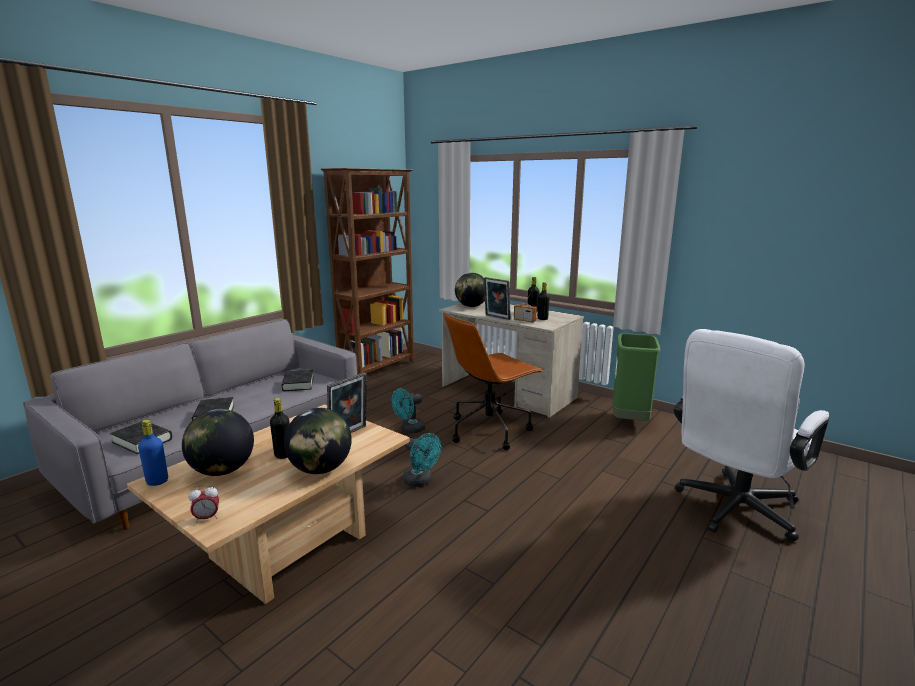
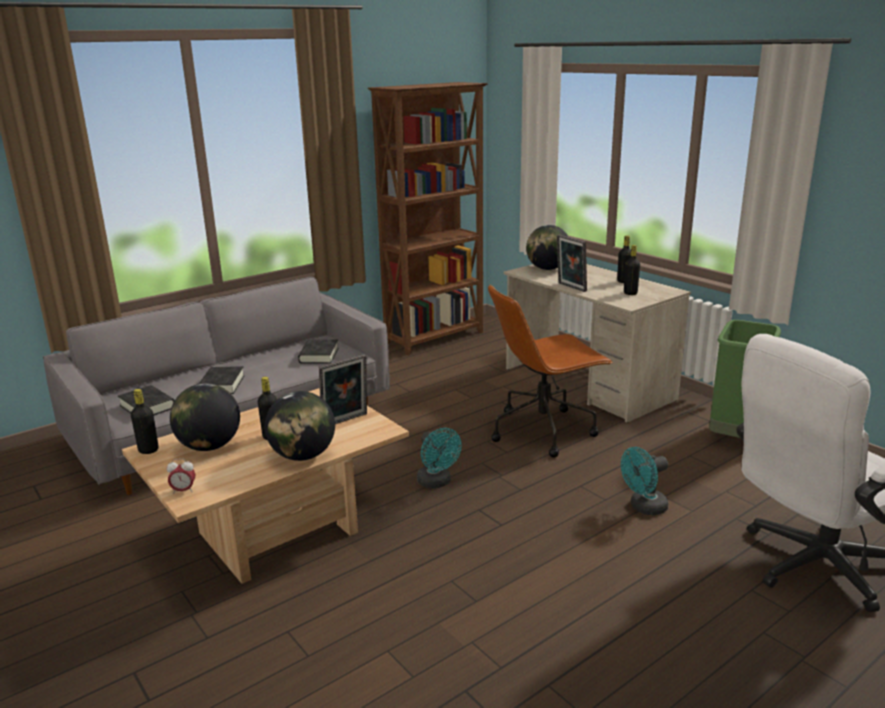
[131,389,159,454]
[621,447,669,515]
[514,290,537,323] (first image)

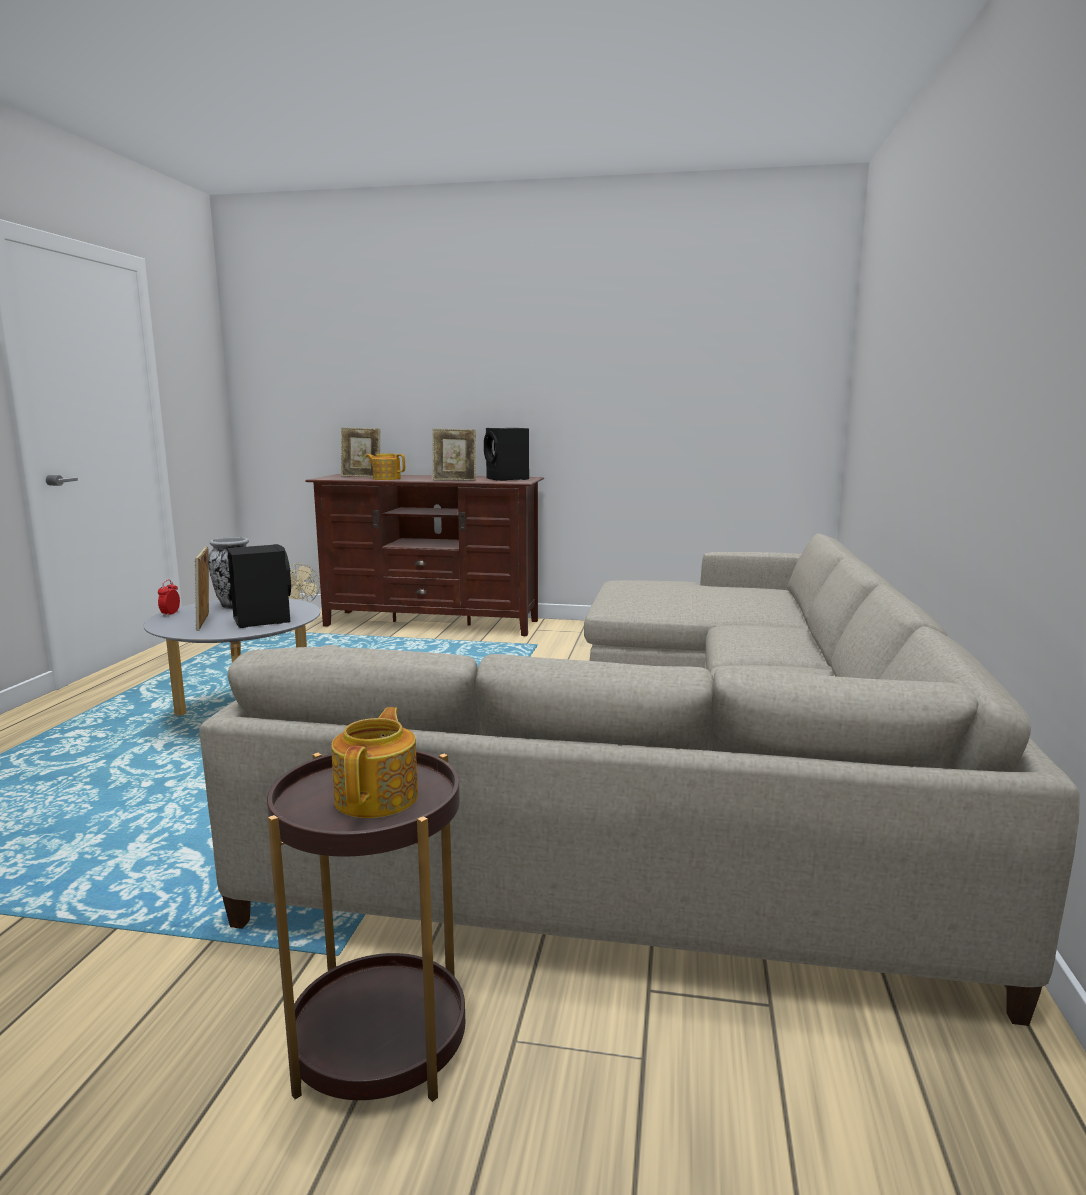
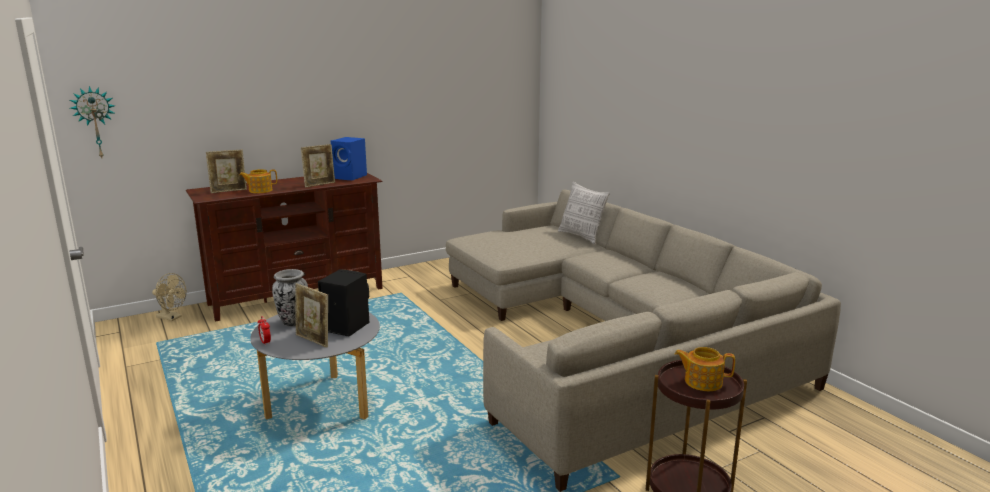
[675,347,735,391]
[331,137,367,180]
[70,86,115,158]
[558,181,610,244]

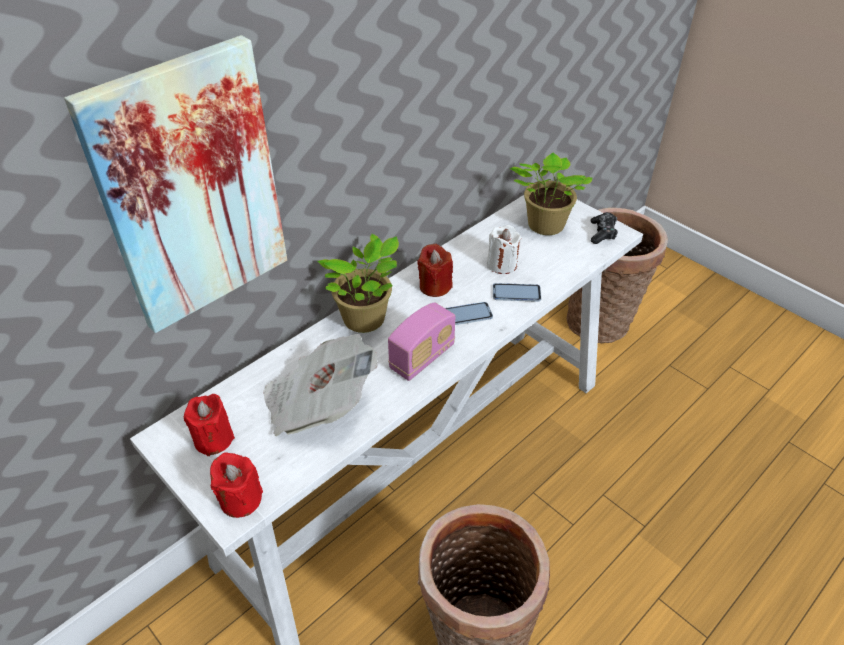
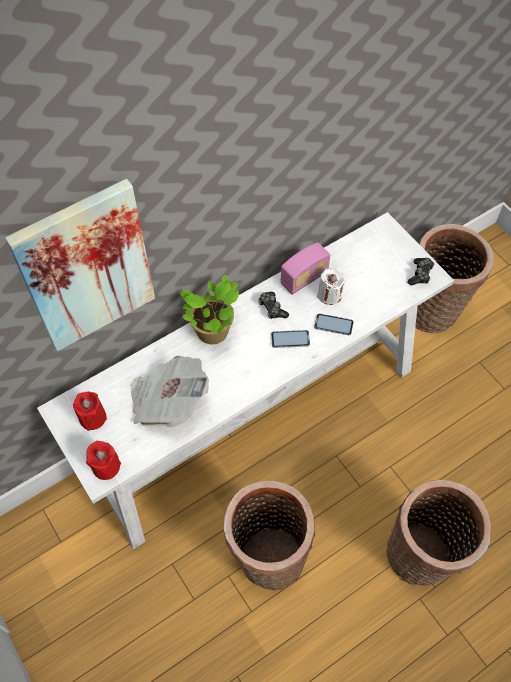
[280,243,331,295]
[258,292,289,319]
[509,152,593,235] (first image)
[387,480,491,586]

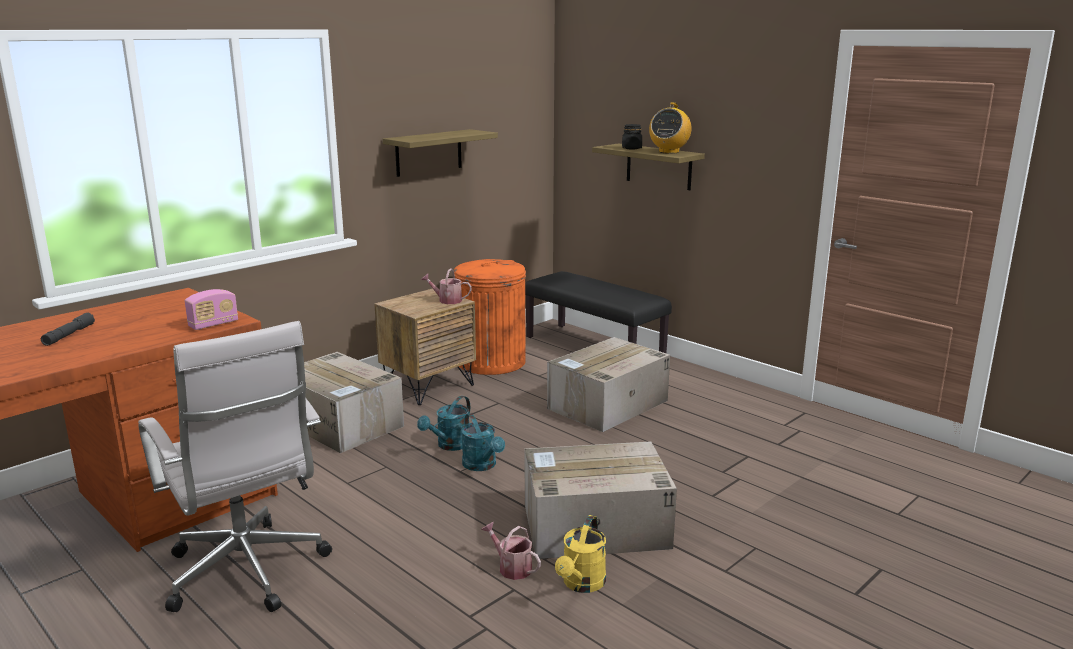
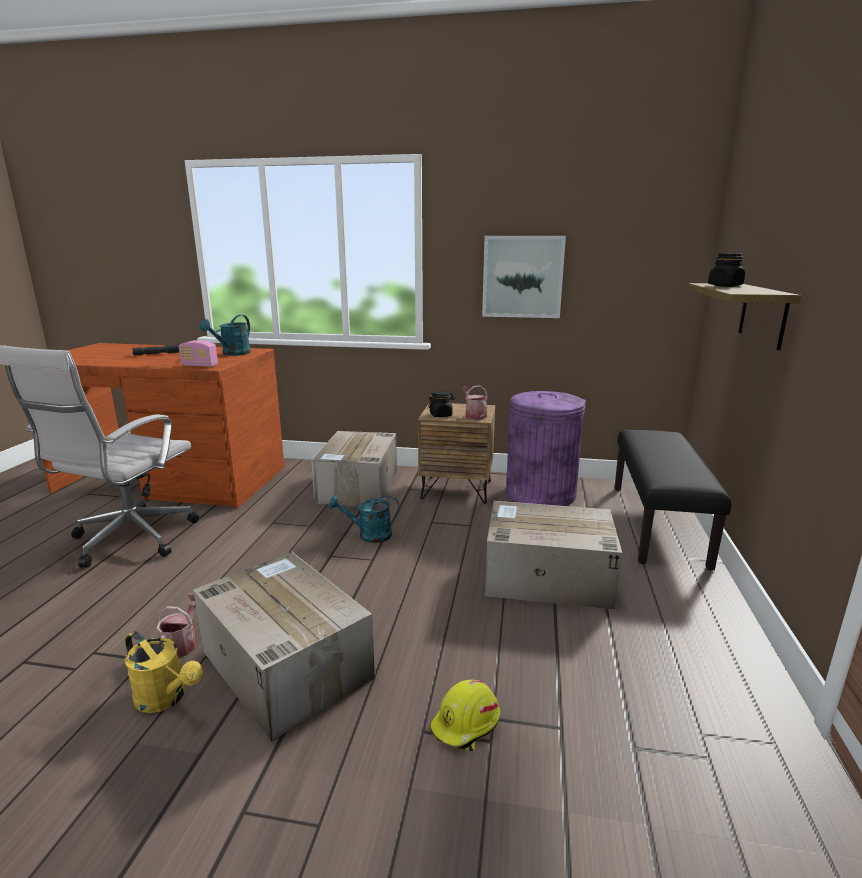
[482,236,566,318]
[506,391,586,506]
[200,315,251,356]
[125,631,203,713]
[649,103,692,154] (first image)
[428,391,455,417]
[430,680,500,752]

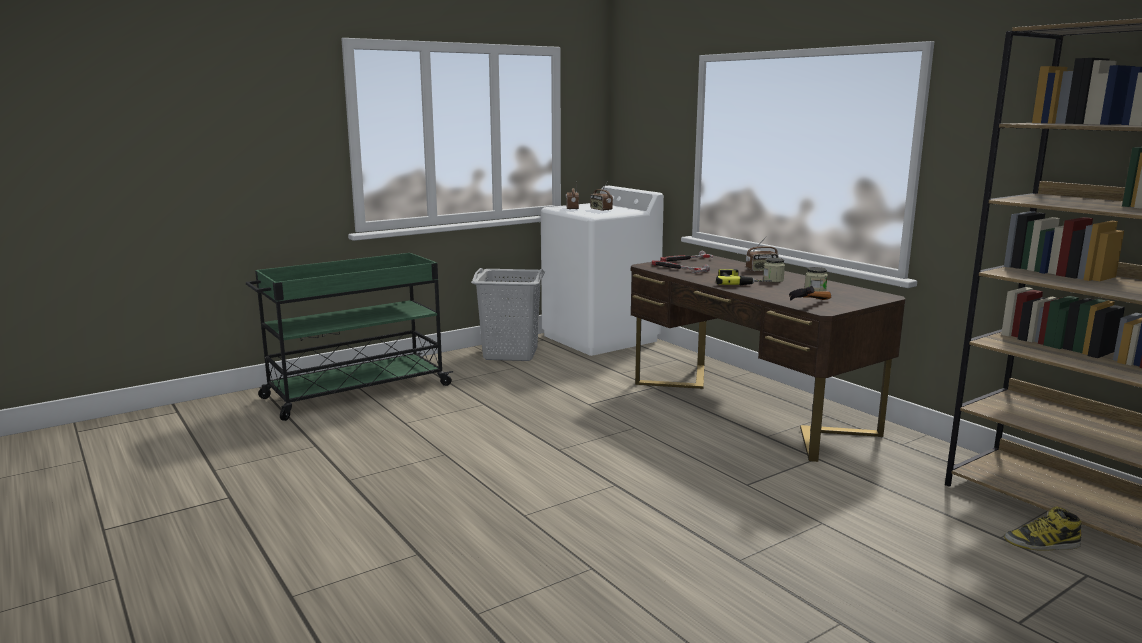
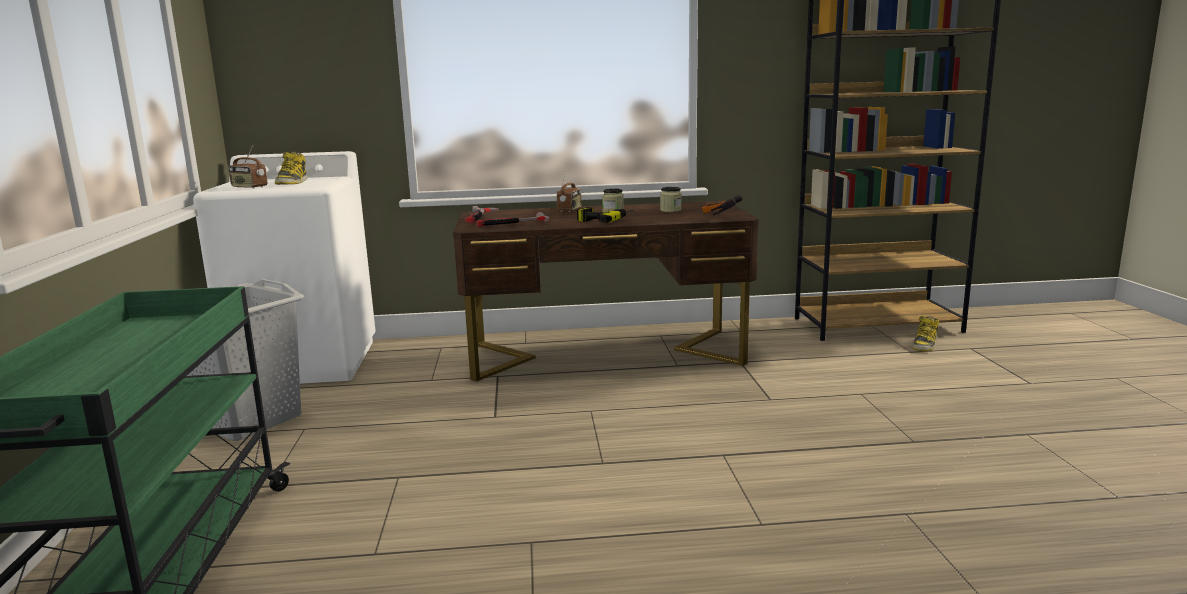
[275,152,308,185]

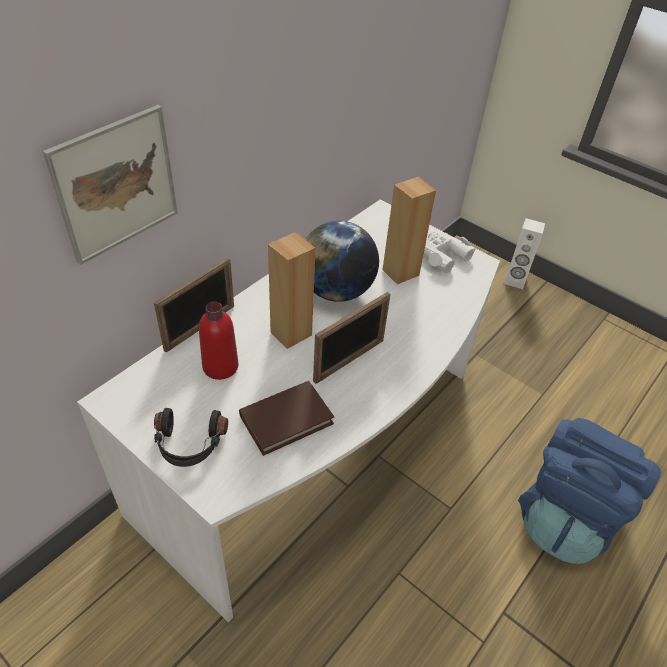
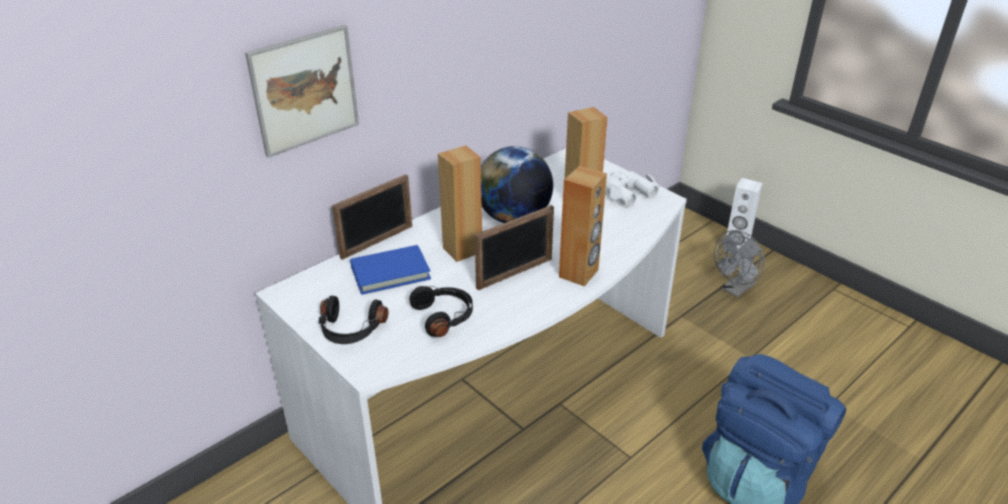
[350,245,431,295]
[409,286,473,337]
[559,166,607,287]
[714,230,764,297]

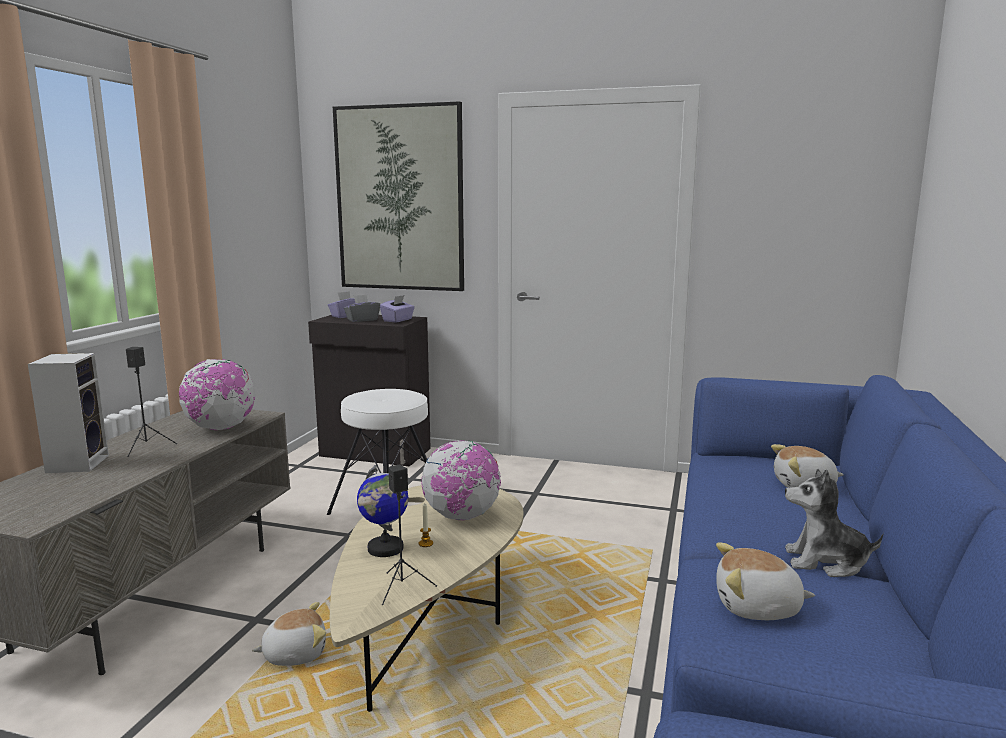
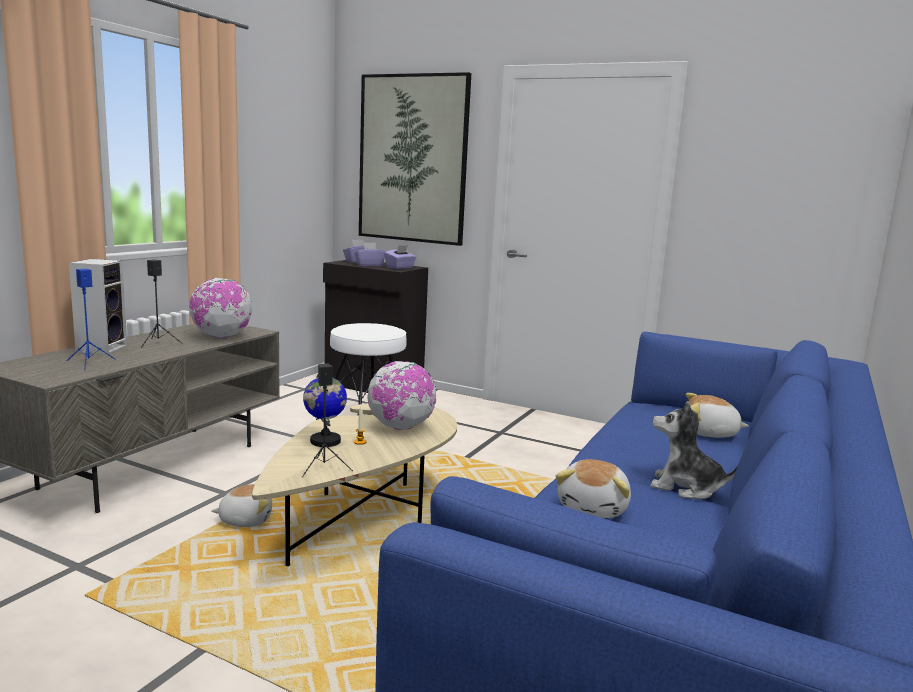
[354,243,386,266]
[556,459,631,518]
[67,269,116,370]

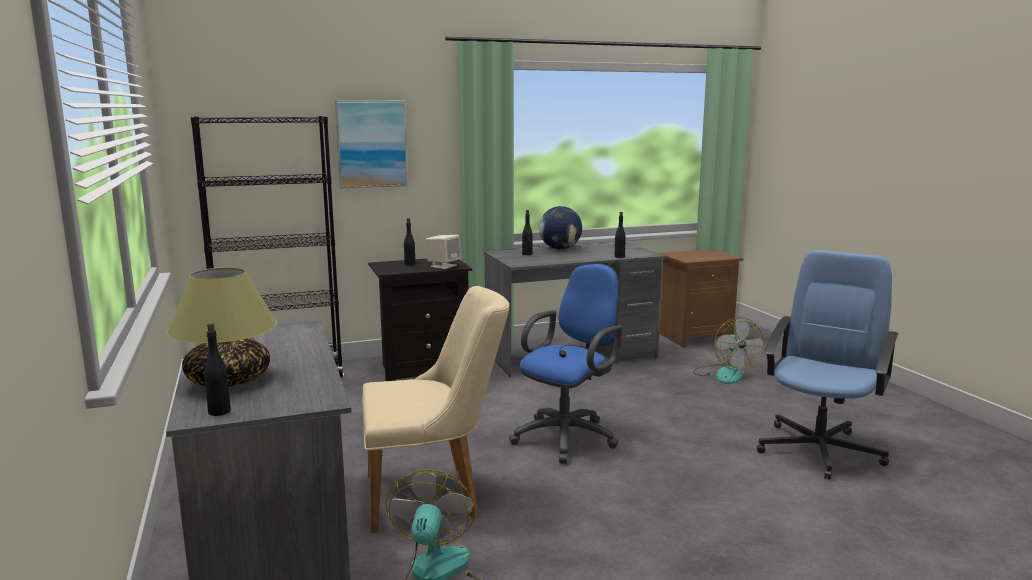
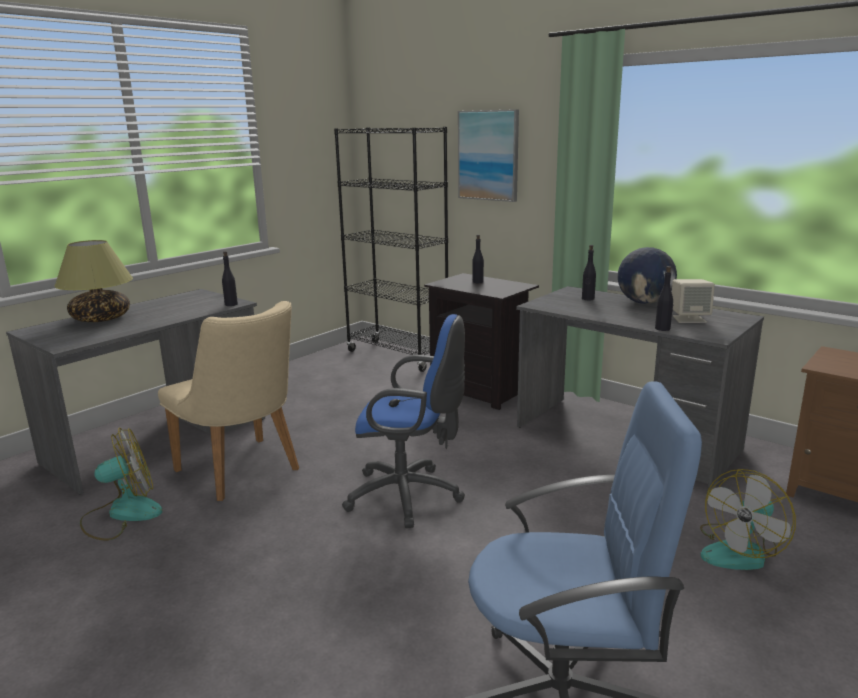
[222,251,238,306]
[672,279,715,323]

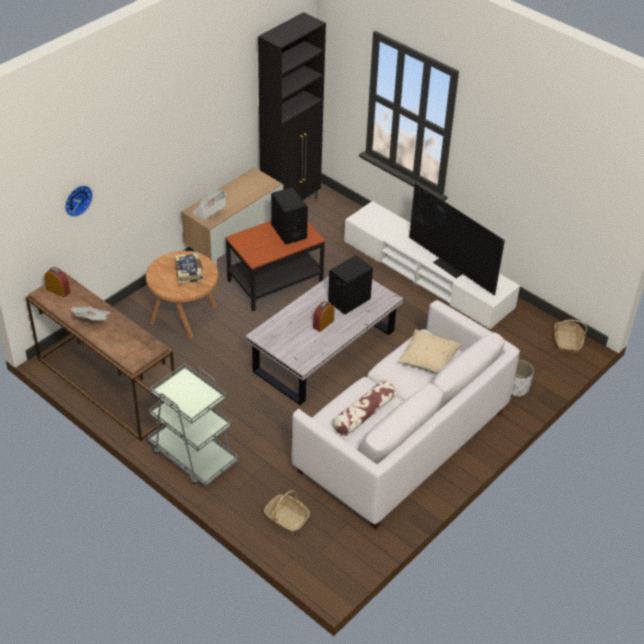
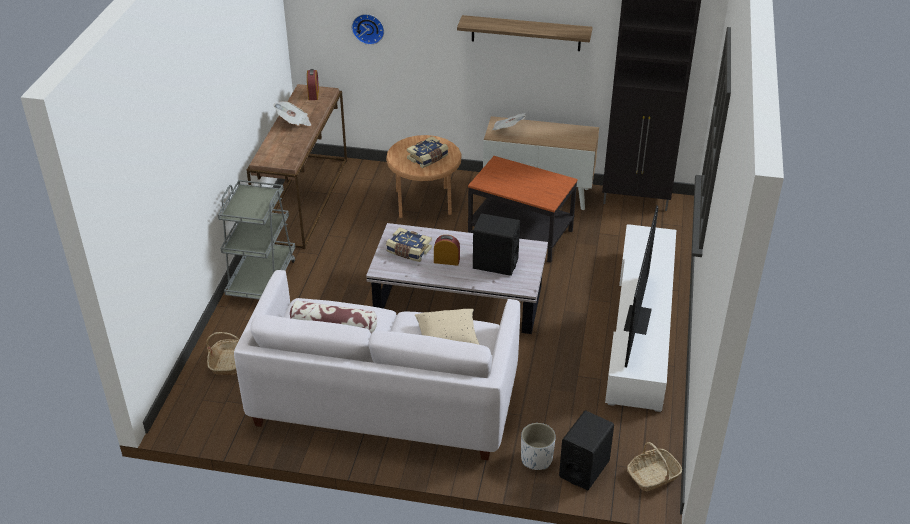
[559,411,614,490]
[386,227,432,262]
[457,15,593,51]

